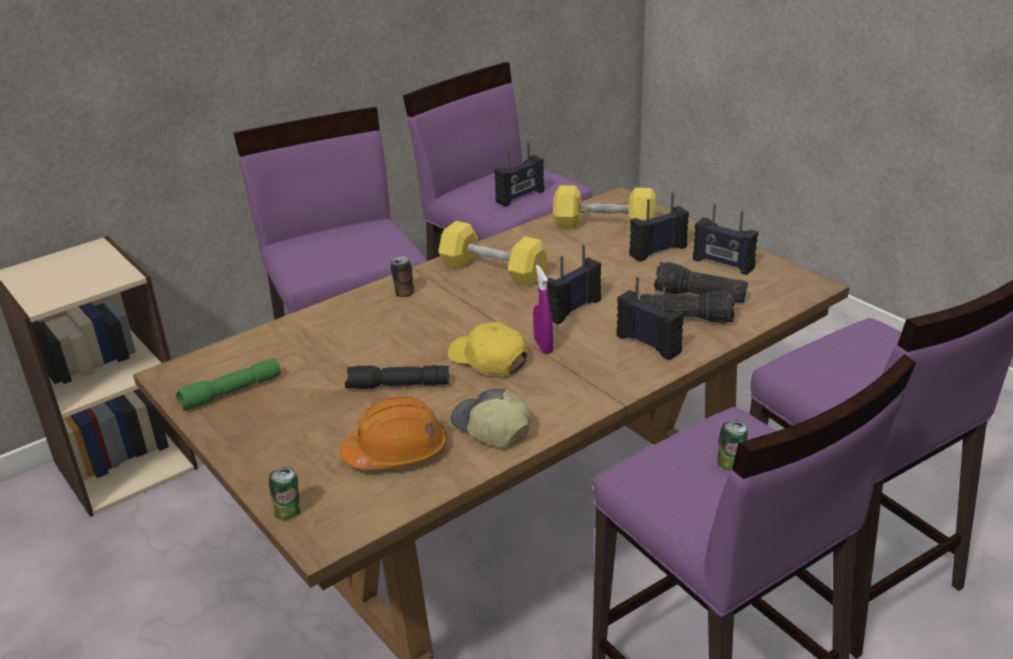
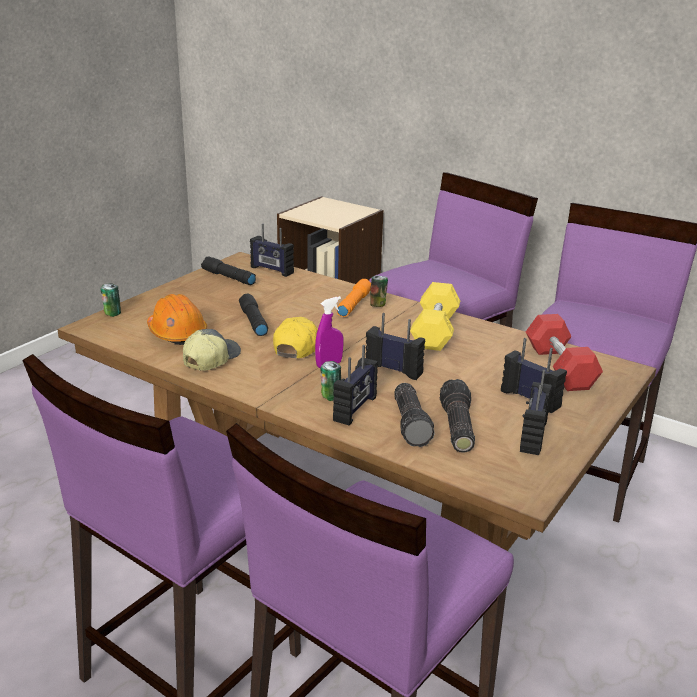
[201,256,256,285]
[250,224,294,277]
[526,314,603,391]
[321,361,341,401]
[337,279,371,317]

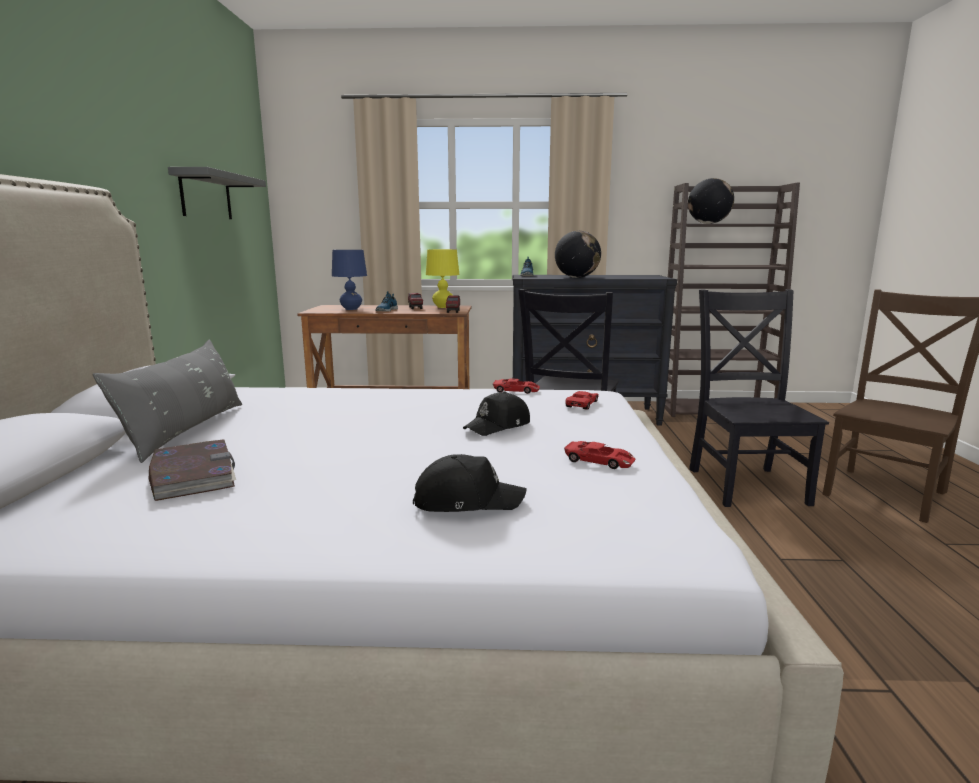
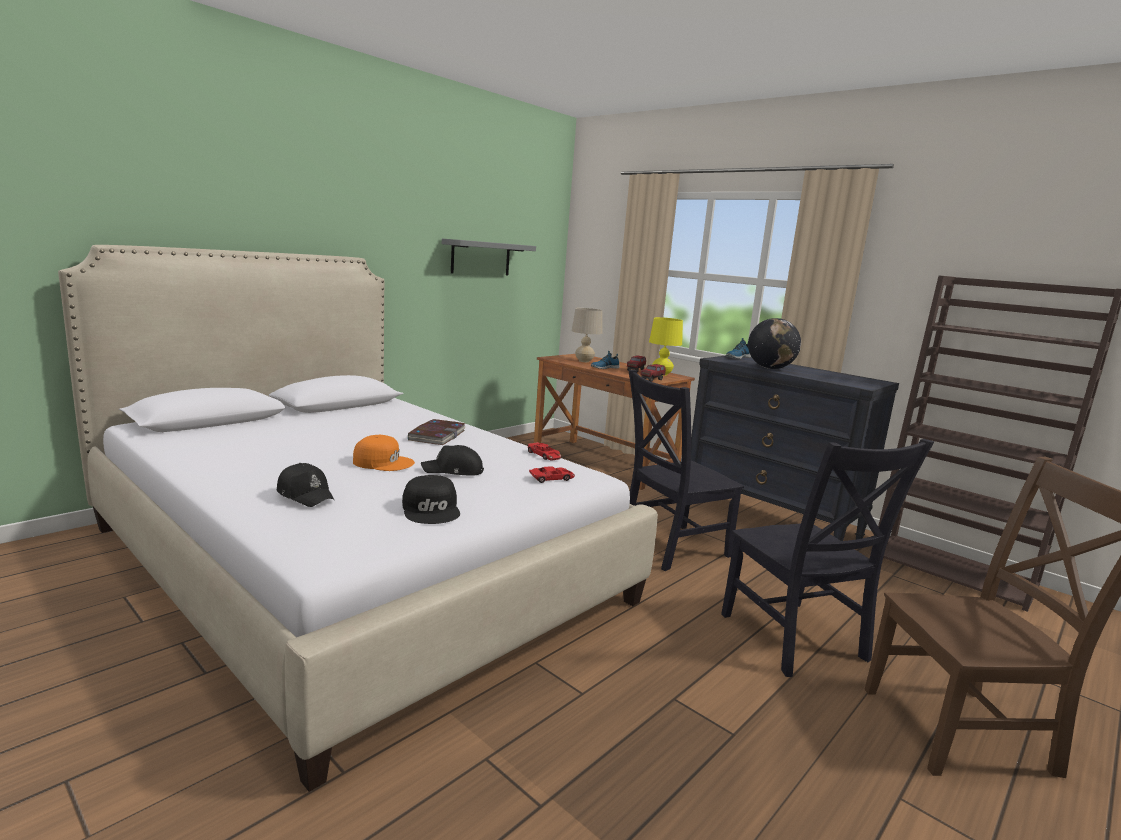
[93,340,242,463] (first image)
[408,419,466,445]
[572,308,602,362]
[402,475,460,524]
[688,178,734,224] (first image)
[721,439,934,677]
[353,435,415,471]

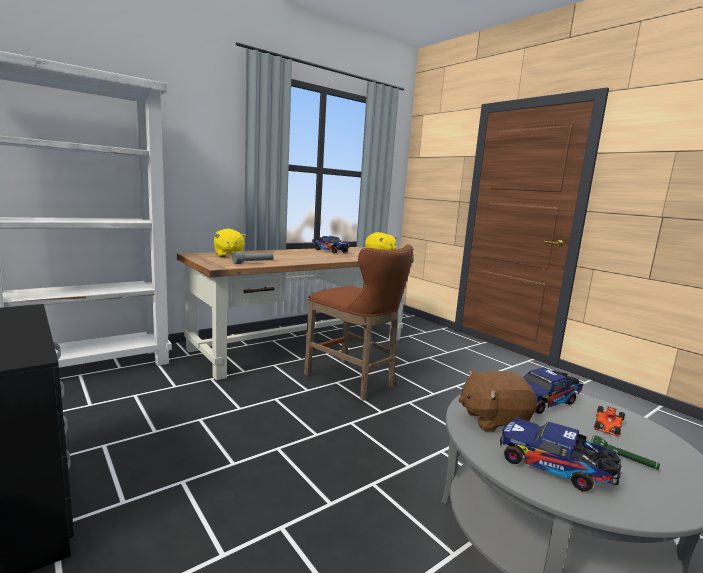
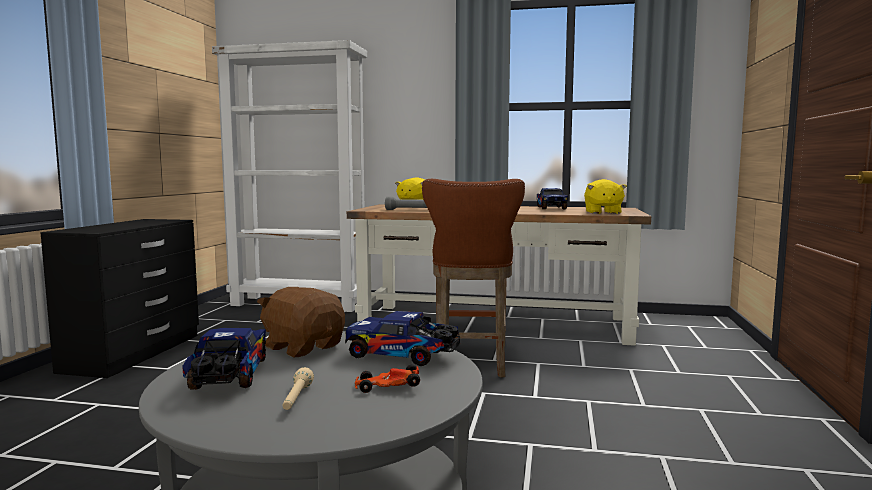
[282,367,314,410]

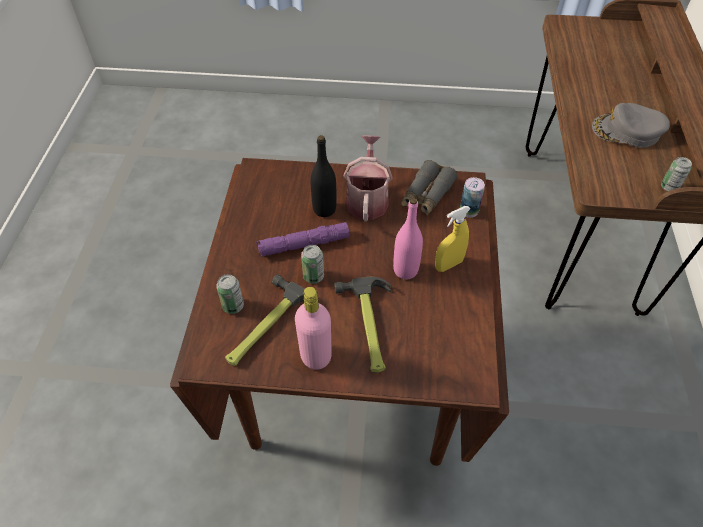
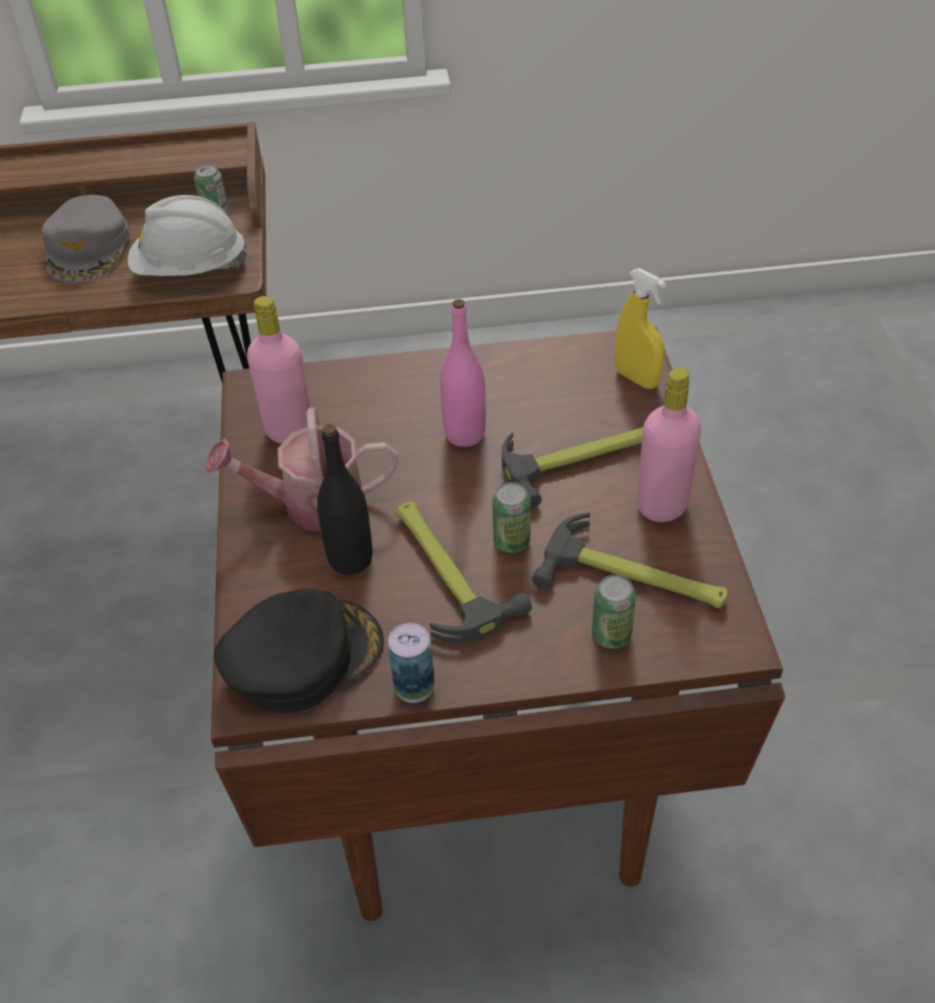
[395,502,532,643]
[247,296,310,444]
[615,268,666,389]
[388,623,435,703]
[128,195,247,276]
[214,589,384,713]

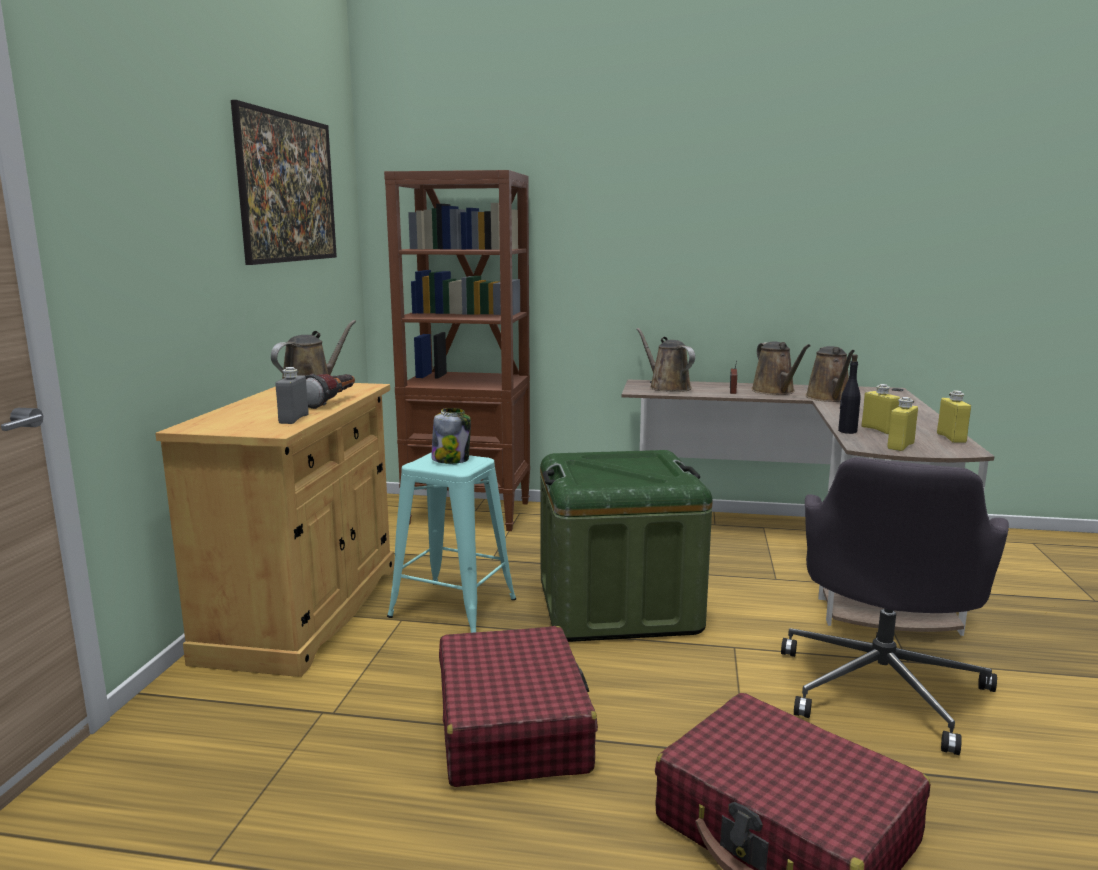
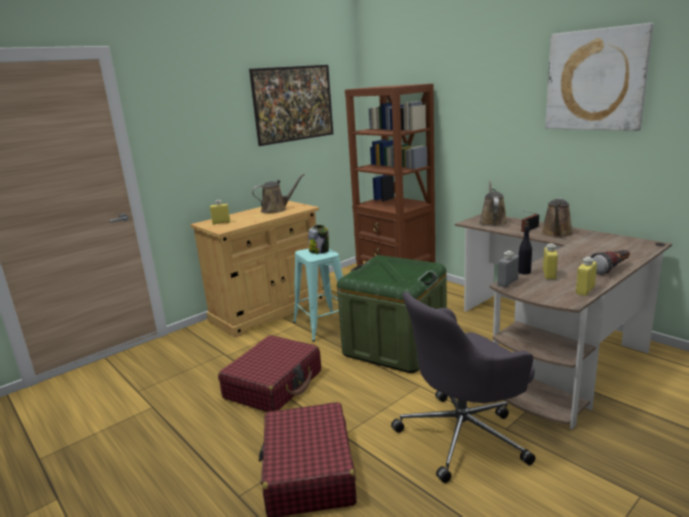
[497,251,519,287]
[591,250,630,275]
[805,346,855,402] (first image)
[210,200,230,225]
[545,23,653,131]

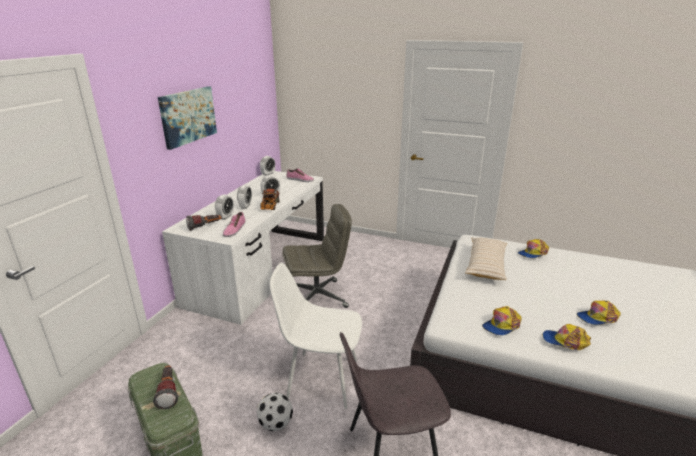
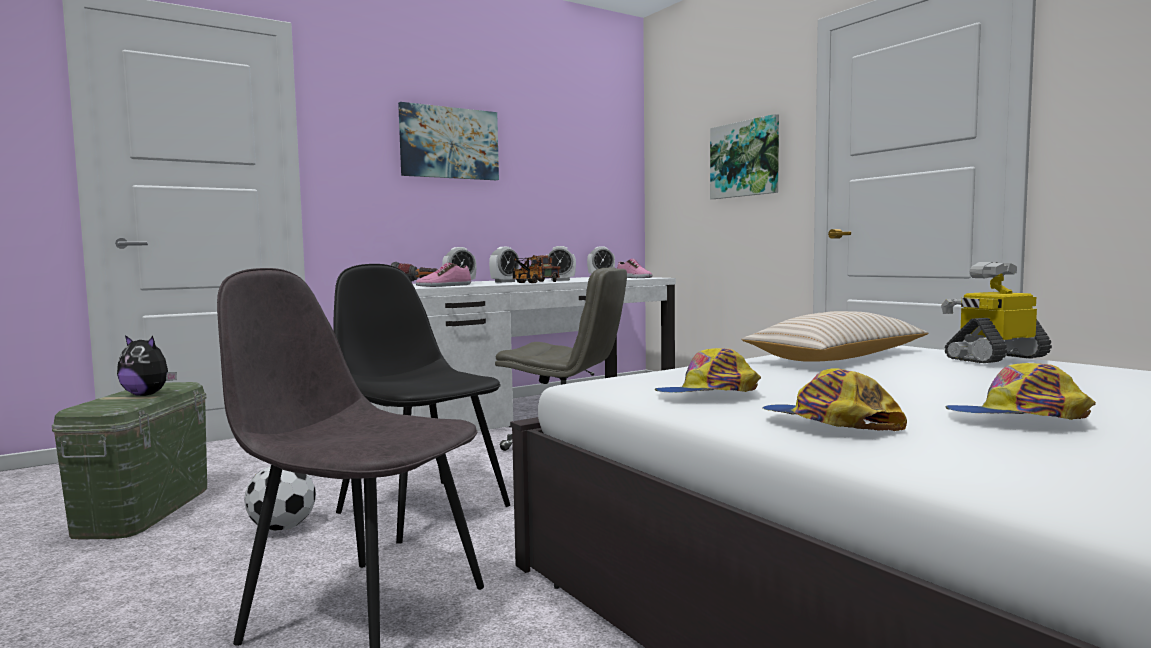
[117,335,177,396]
[334,264,510,544]
[941,262,1052,363]
[710,114,779,199]

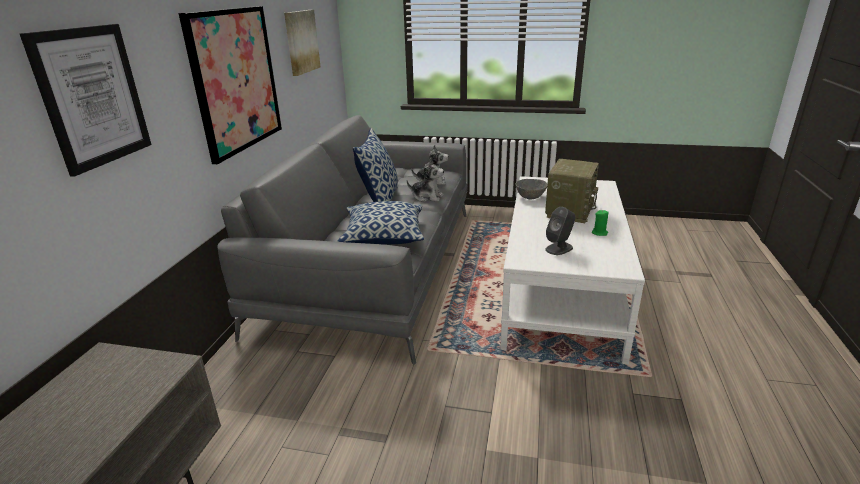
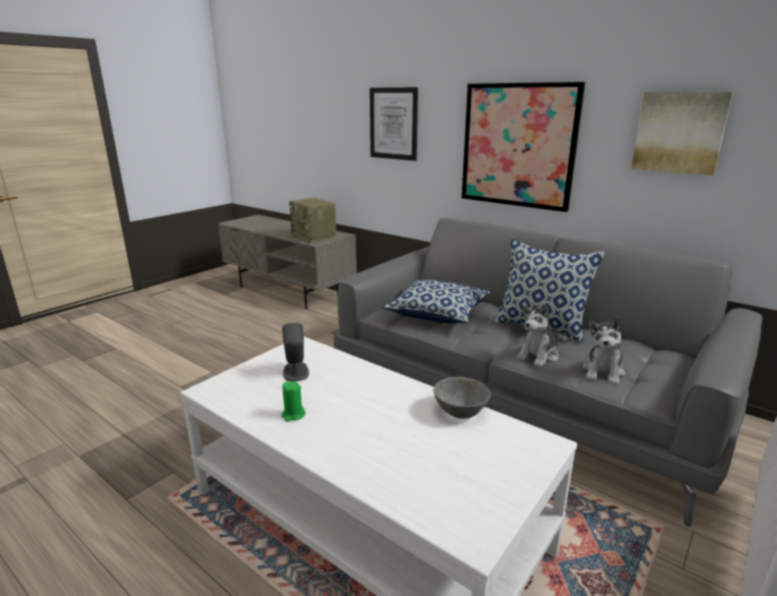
[289,197,336,243]

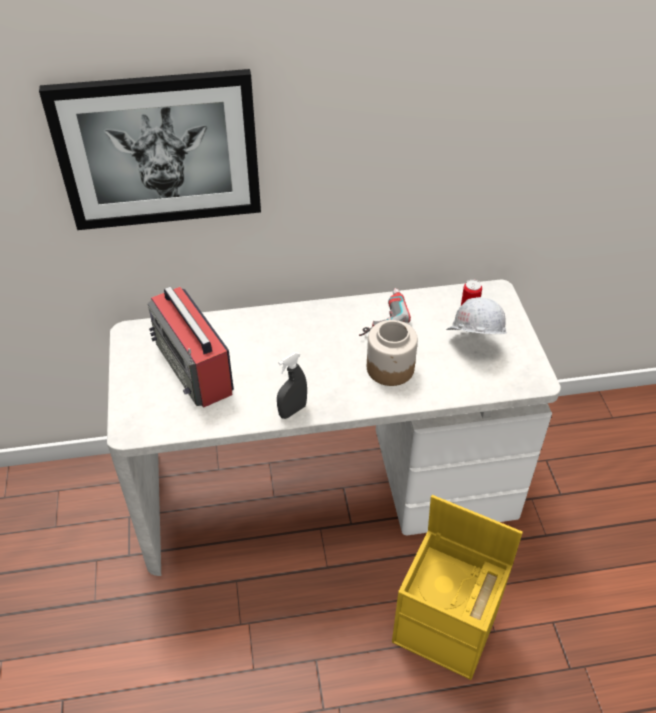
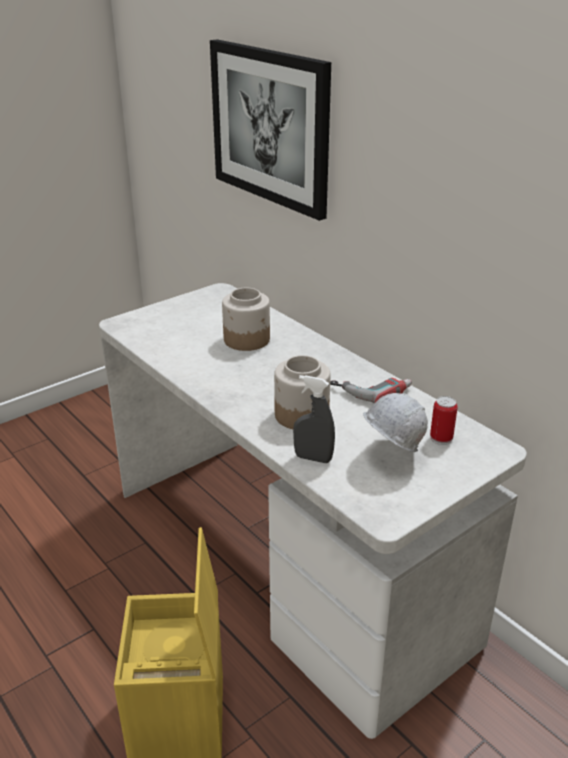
[148,286,234,408] (first image)
[293,375,335,463]
[222,288,270,351]

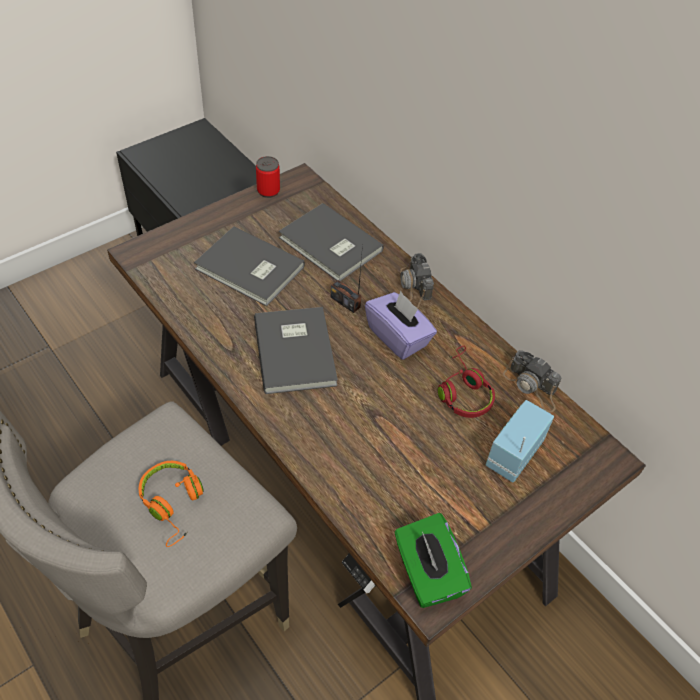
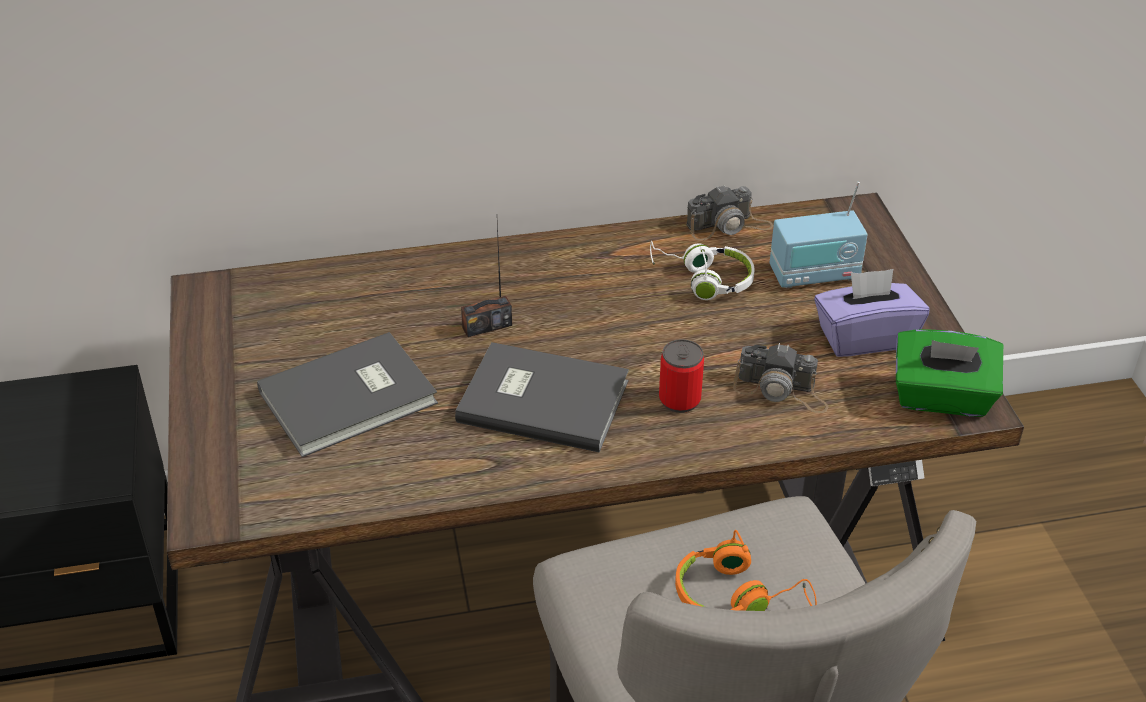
[659,339,704,413]
[279,203,384,281] (first image)
[814,269,930,357]
[733,343,828,413]
[650,241,755,300]
[770,182,868,288]

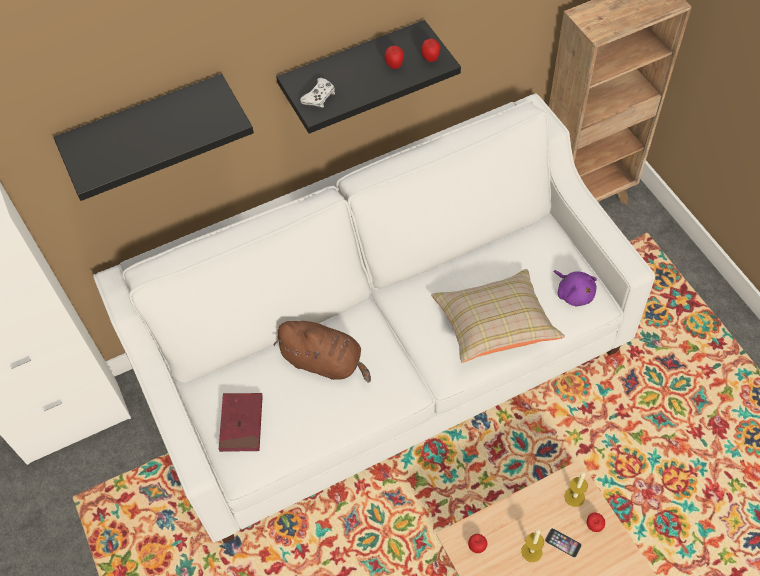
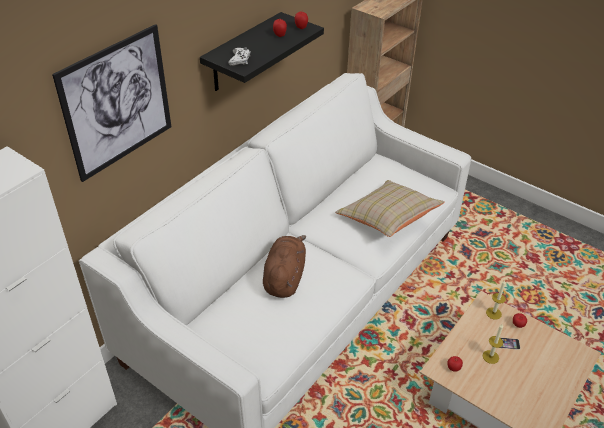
[52,24,171,182]
[219,393,263,452] (first image)
[263,235,306,298]
[553,270,597,306] (first image)

